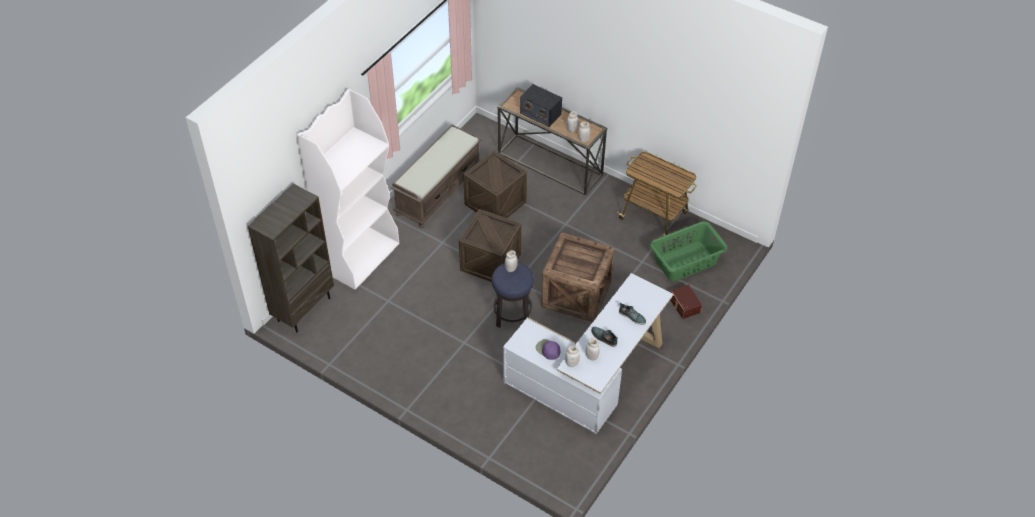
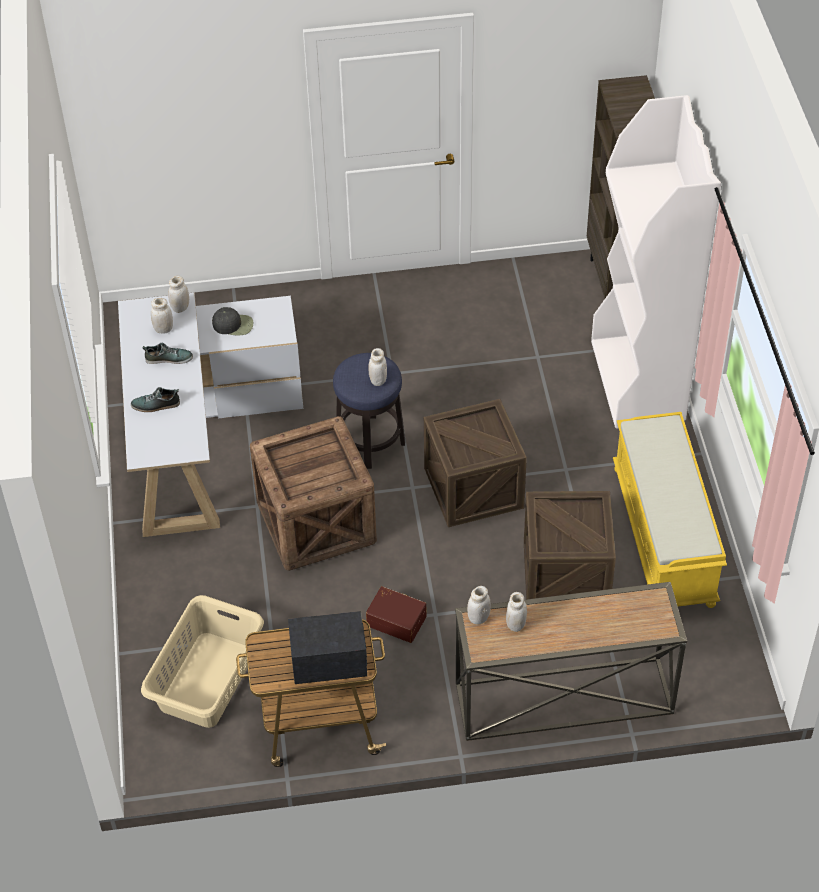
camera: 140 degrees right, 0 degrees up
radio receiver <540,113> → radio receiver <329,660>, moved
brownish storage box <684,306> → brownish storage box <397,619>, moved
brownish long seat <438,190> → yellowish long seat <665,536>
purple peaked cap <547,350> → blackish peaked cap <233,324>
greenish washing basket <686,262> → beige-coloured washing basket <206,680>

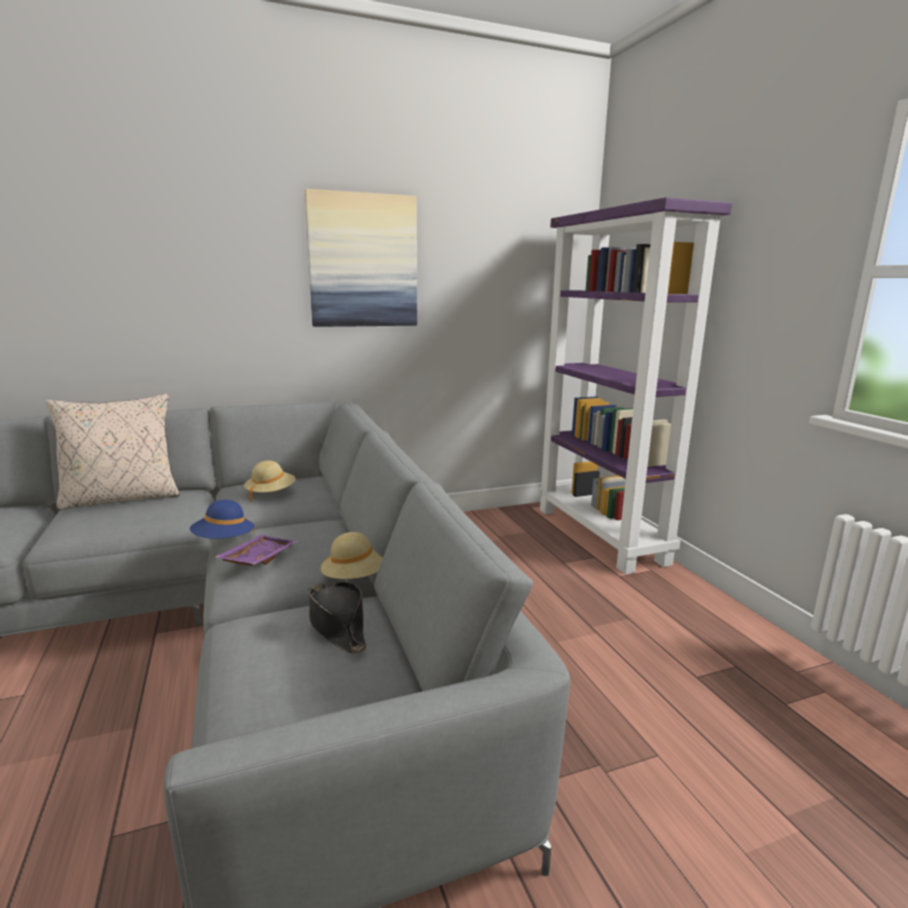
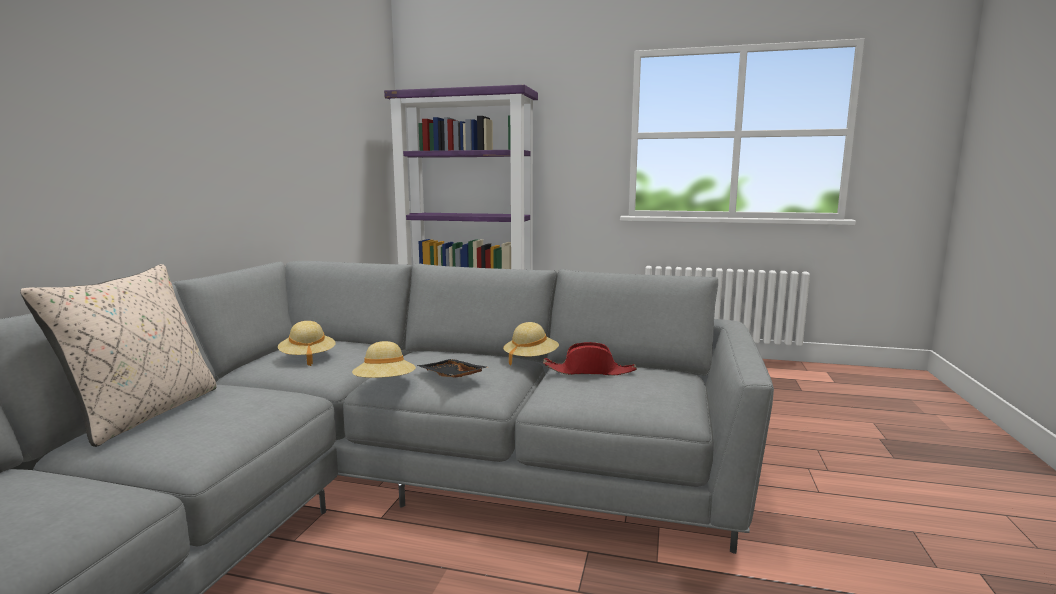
camera: 55 degrees left, 5 degrees down
wall art <363,261> → -
blue clothing hat <224,541> → beige-coloured clothing hat <385,384>
purple carrying tray <257,559> → blackish carrying tray <450,377>
blackish clothing hat <336,624> → red clothing hat <590,371>

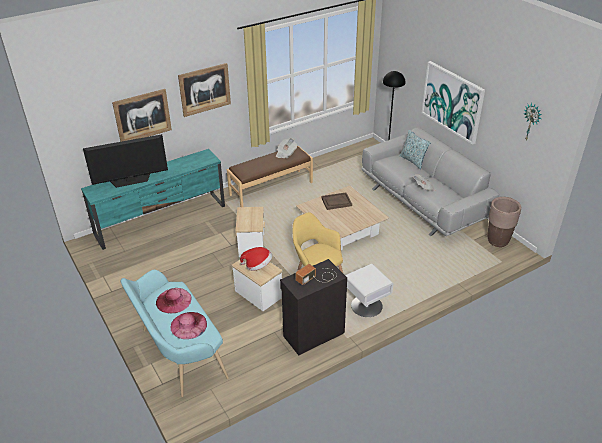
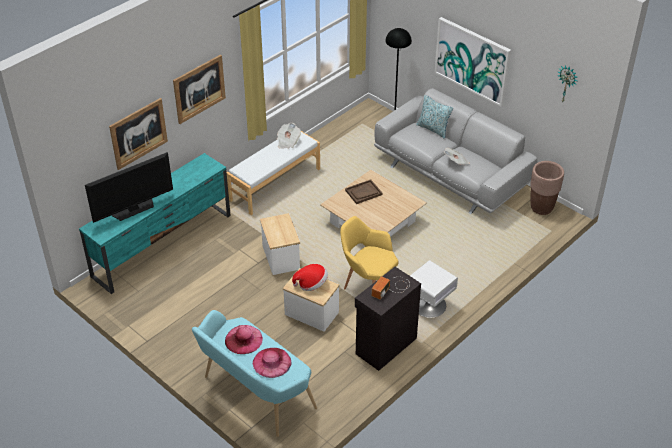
camera: 15 degrees left, 5 degrees up
brownish long seat <271,188> → white long seat <274,184>

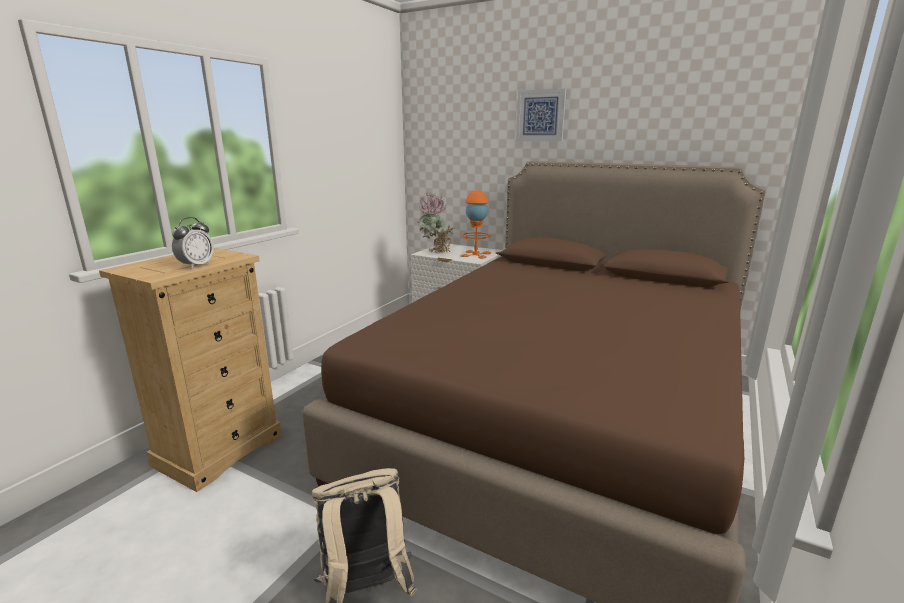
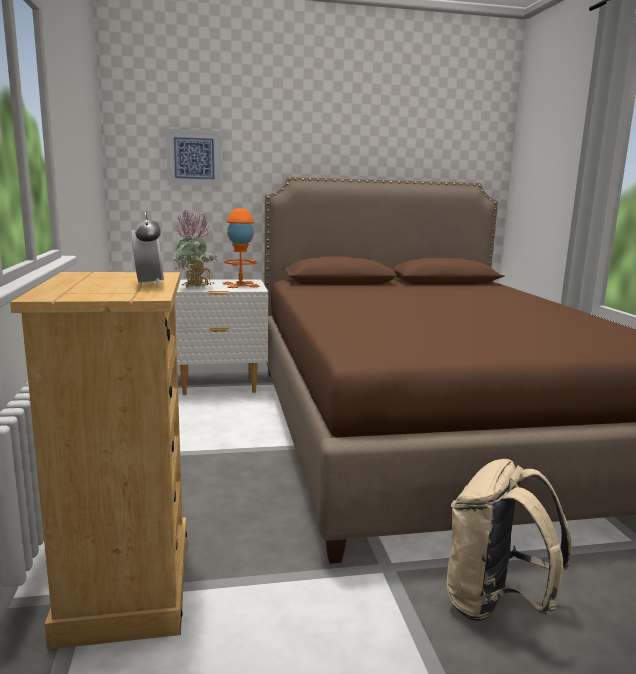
camera: 40 degrees left, 5 degrees down
wall art <540,116> → wall art <194,158>, moved

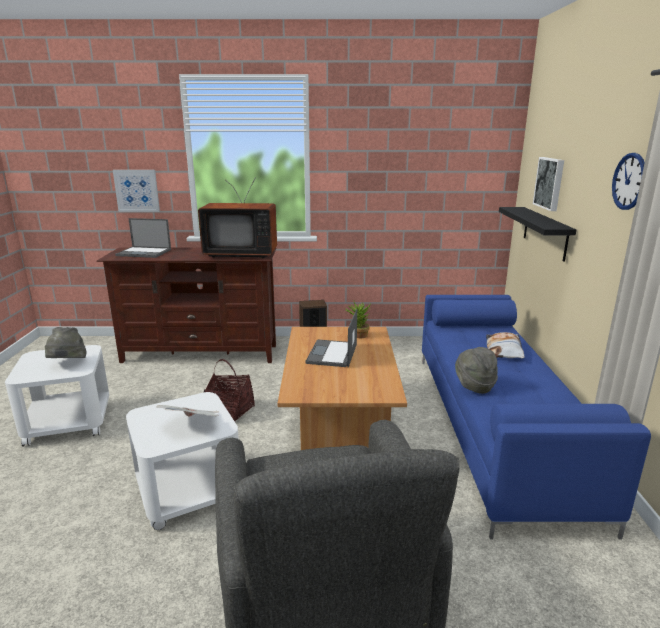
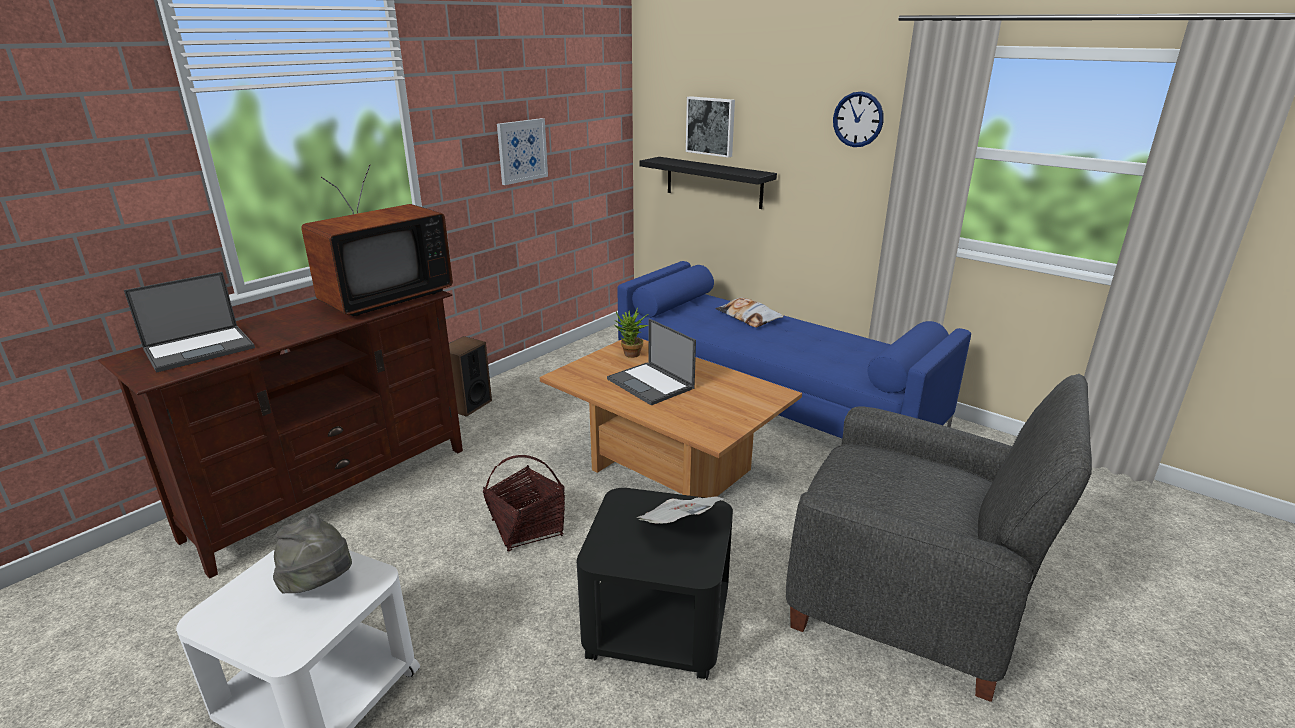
camera: 50 degrees left, 5 degrees up
gray clothing hat <474,386> → -
wall art <137,190> → wall art <522,151>, moved
white end table <188,491> → blackish end table <657,626>

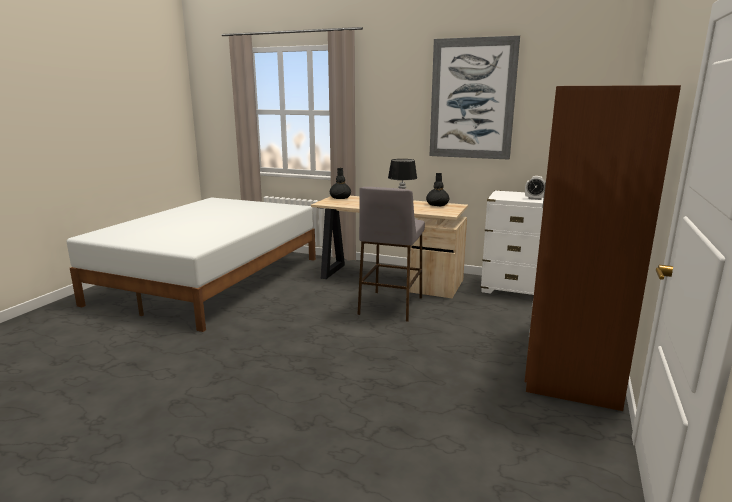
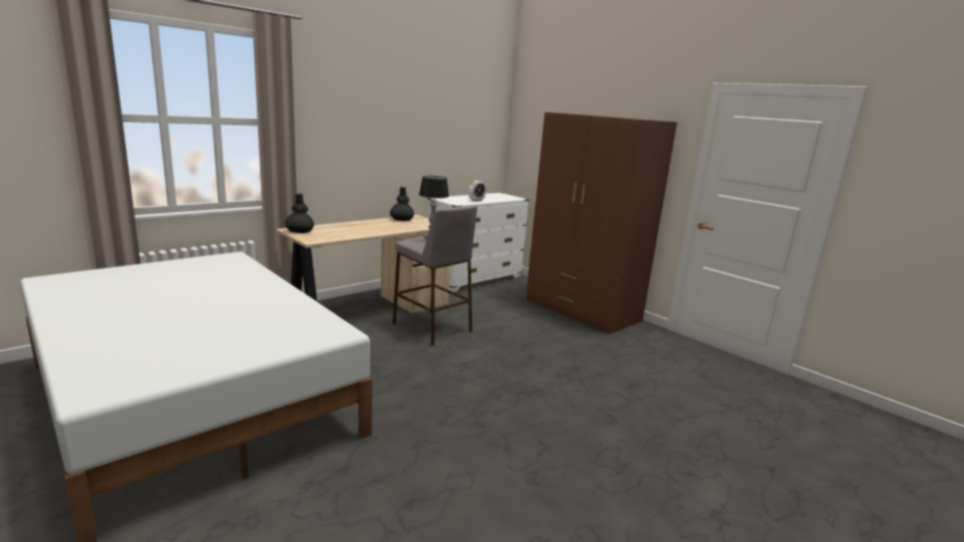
camera: 65 degrees left, 0 degrees up
wall art <472,99> → -

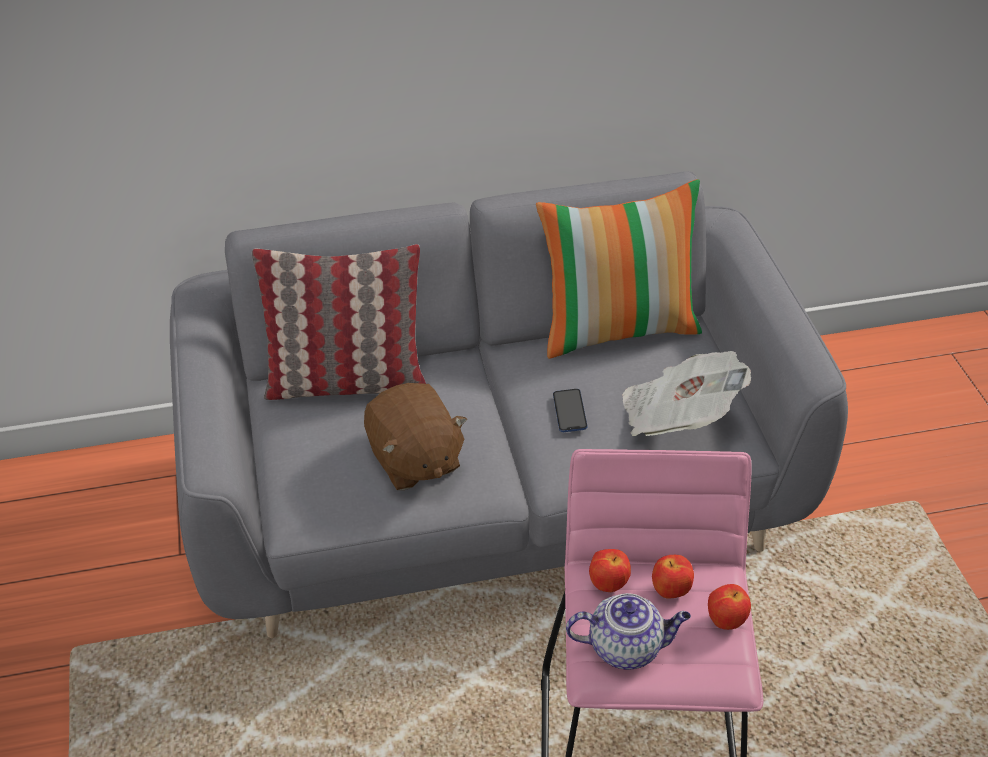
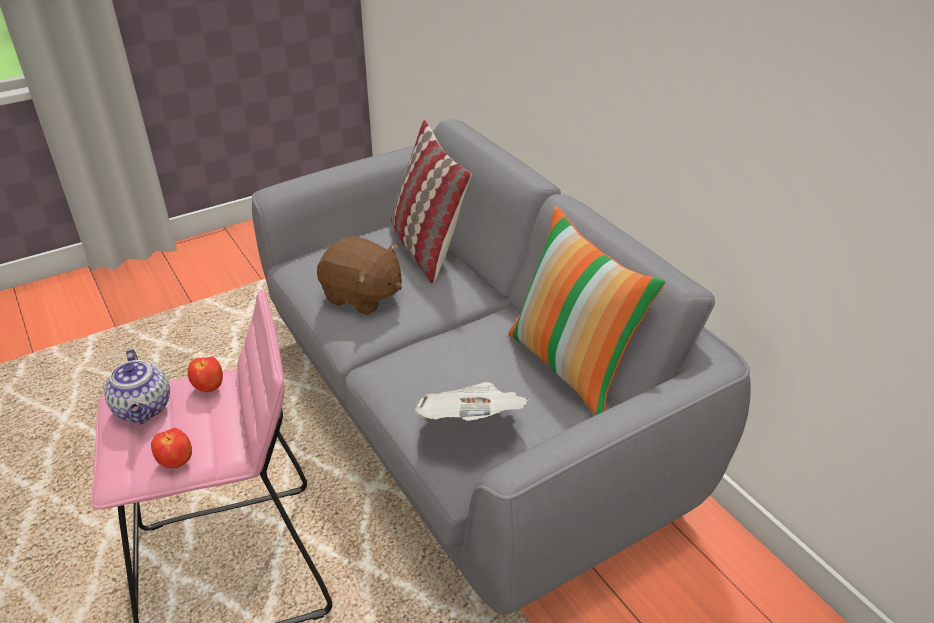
camera: 70 degrees right, 5 degrees down
handset <569,412> → -
apple fruit <670,592> → -
brownish plush toy <414,460> → brownish plush toy <362,296>, 105 degrees counterclockwise

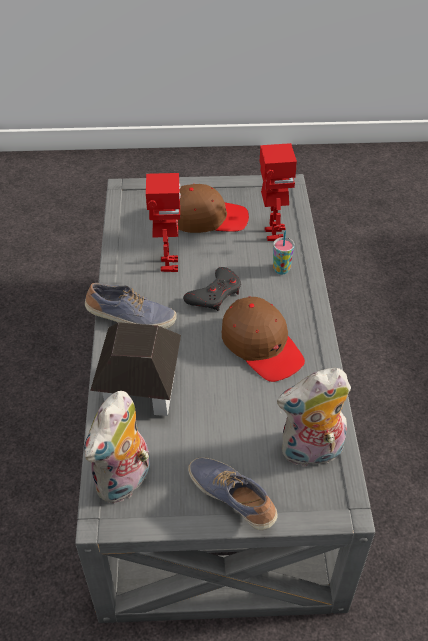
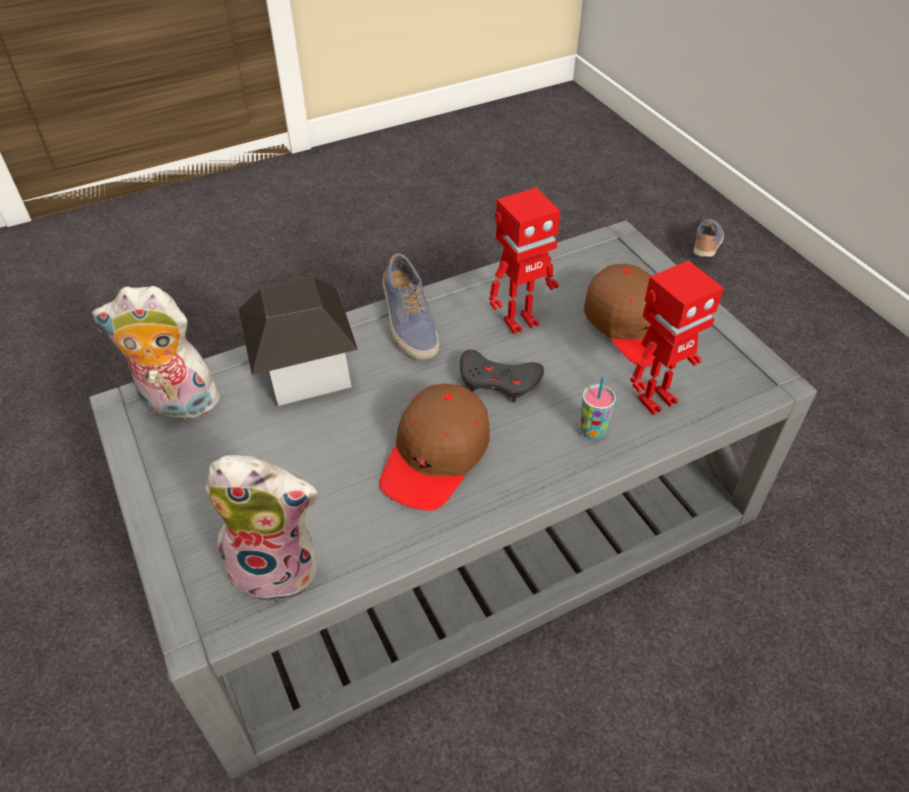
camera: 65 degrees right, 0 degrees up
item of footwear <232,497> → item of footwear <706,245>, moved
plush toy <311,453> → plush toy <278,566>, 135 degrees clockwise

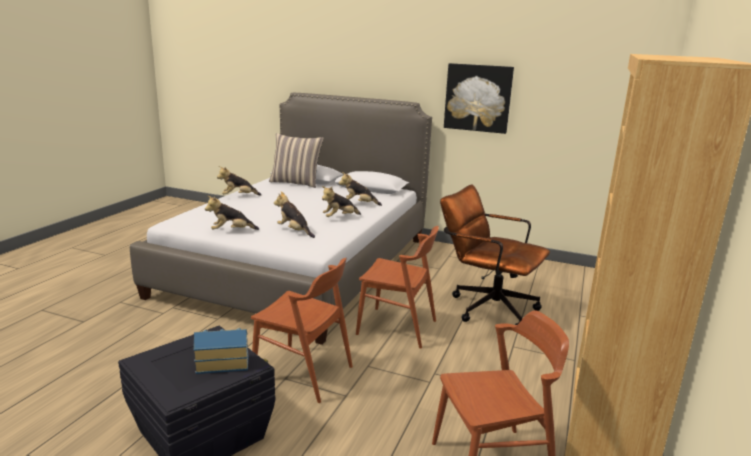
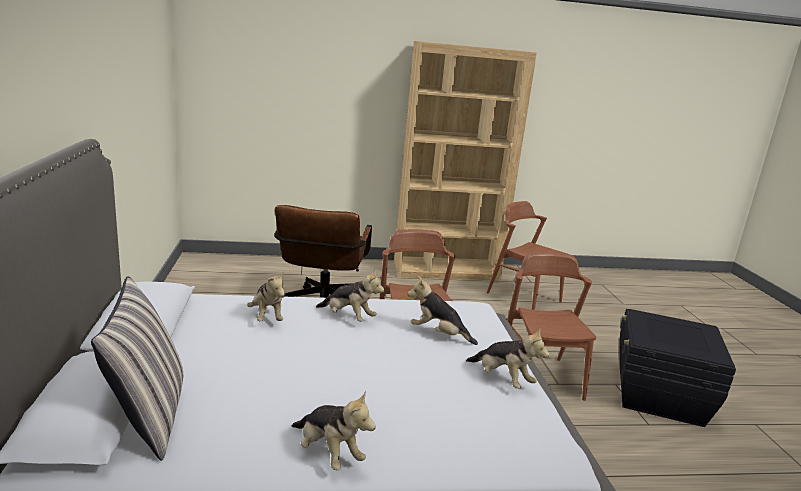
camera: 120 degrees left, 0 degrees up
toy house <222,363> → -
wall art <478,98> → -
plush toy <294,231> → plush toy <438,334>, 105 degrees clockwise

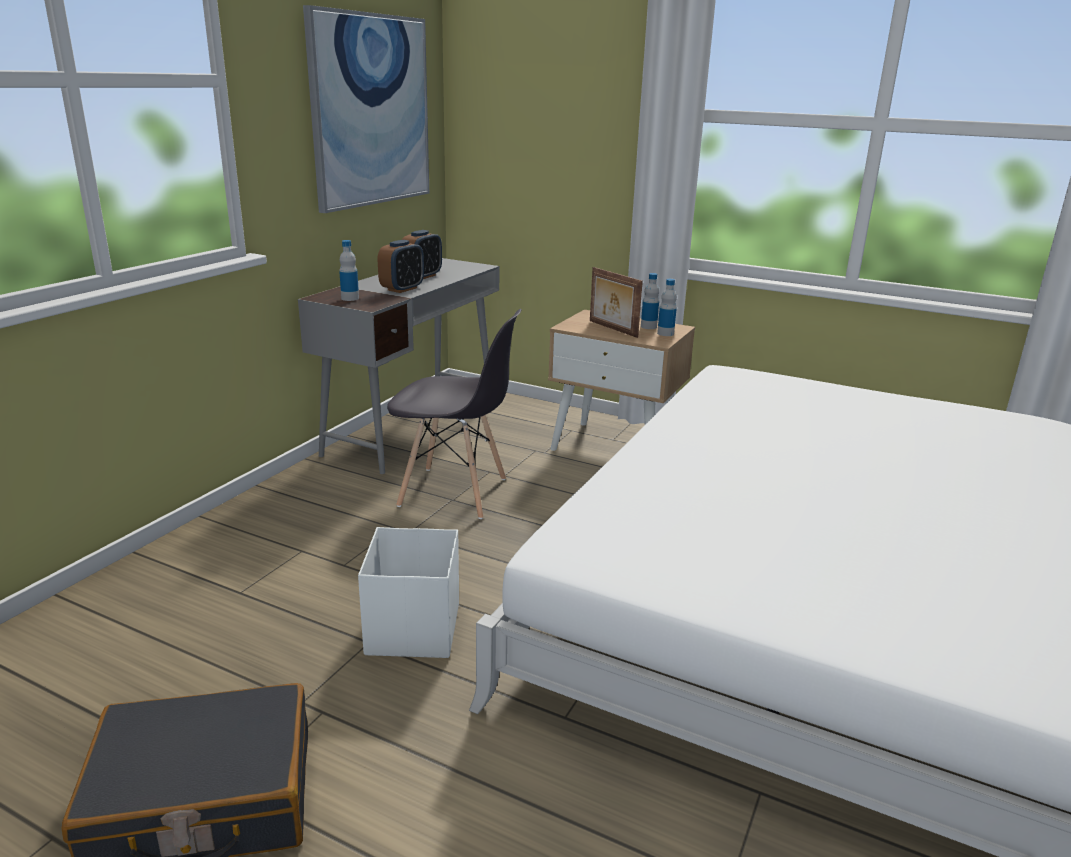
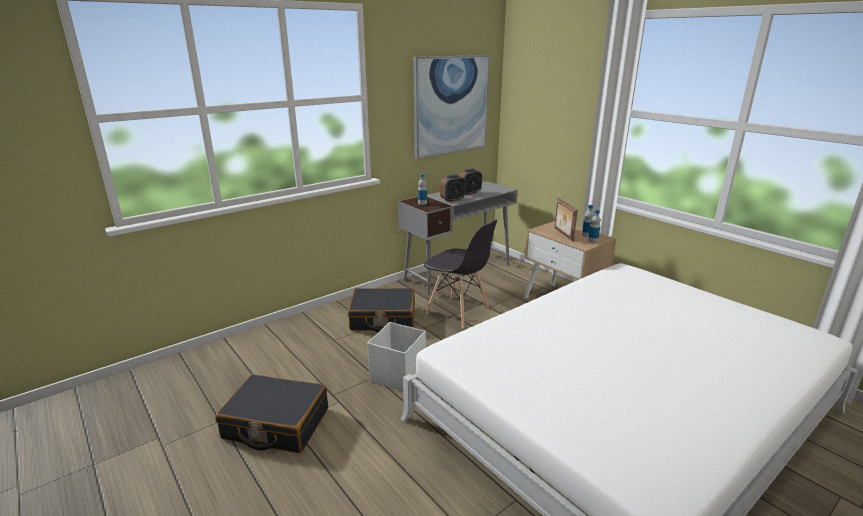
camera: 25 degrees right, 0 degrees up
- → blackish piece of luggage <383,319>

